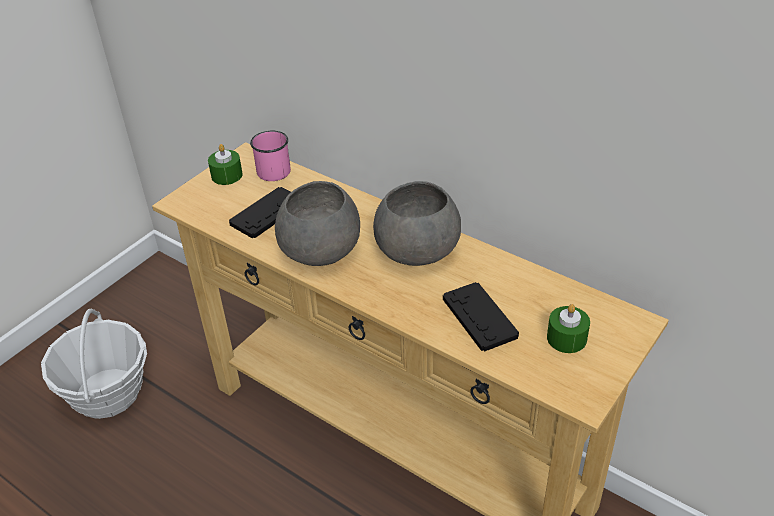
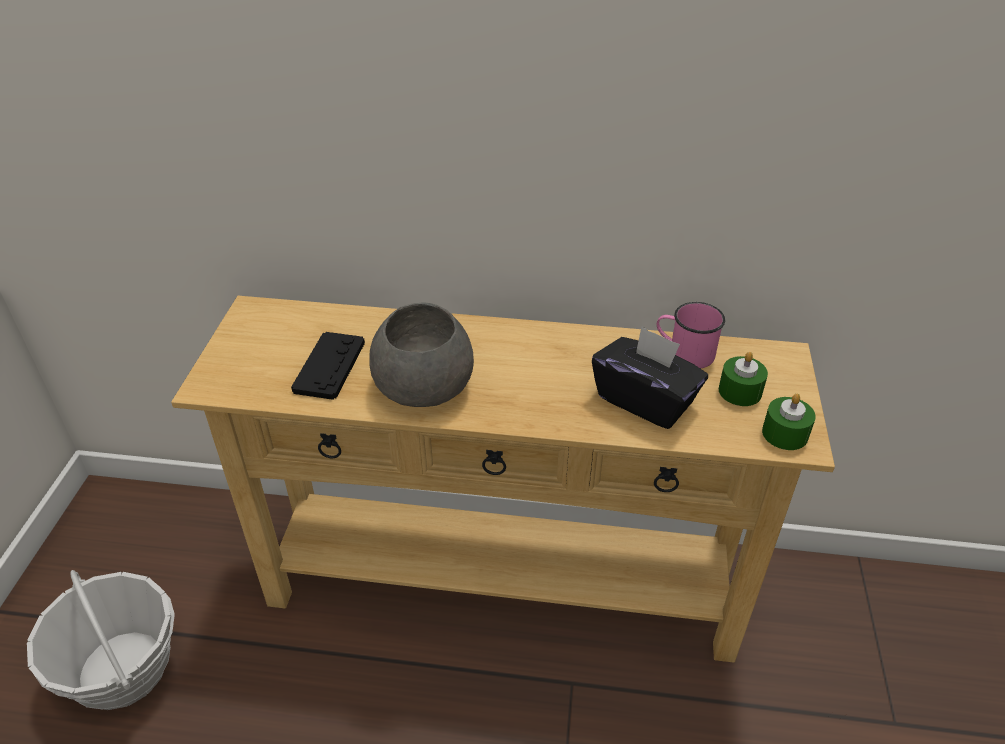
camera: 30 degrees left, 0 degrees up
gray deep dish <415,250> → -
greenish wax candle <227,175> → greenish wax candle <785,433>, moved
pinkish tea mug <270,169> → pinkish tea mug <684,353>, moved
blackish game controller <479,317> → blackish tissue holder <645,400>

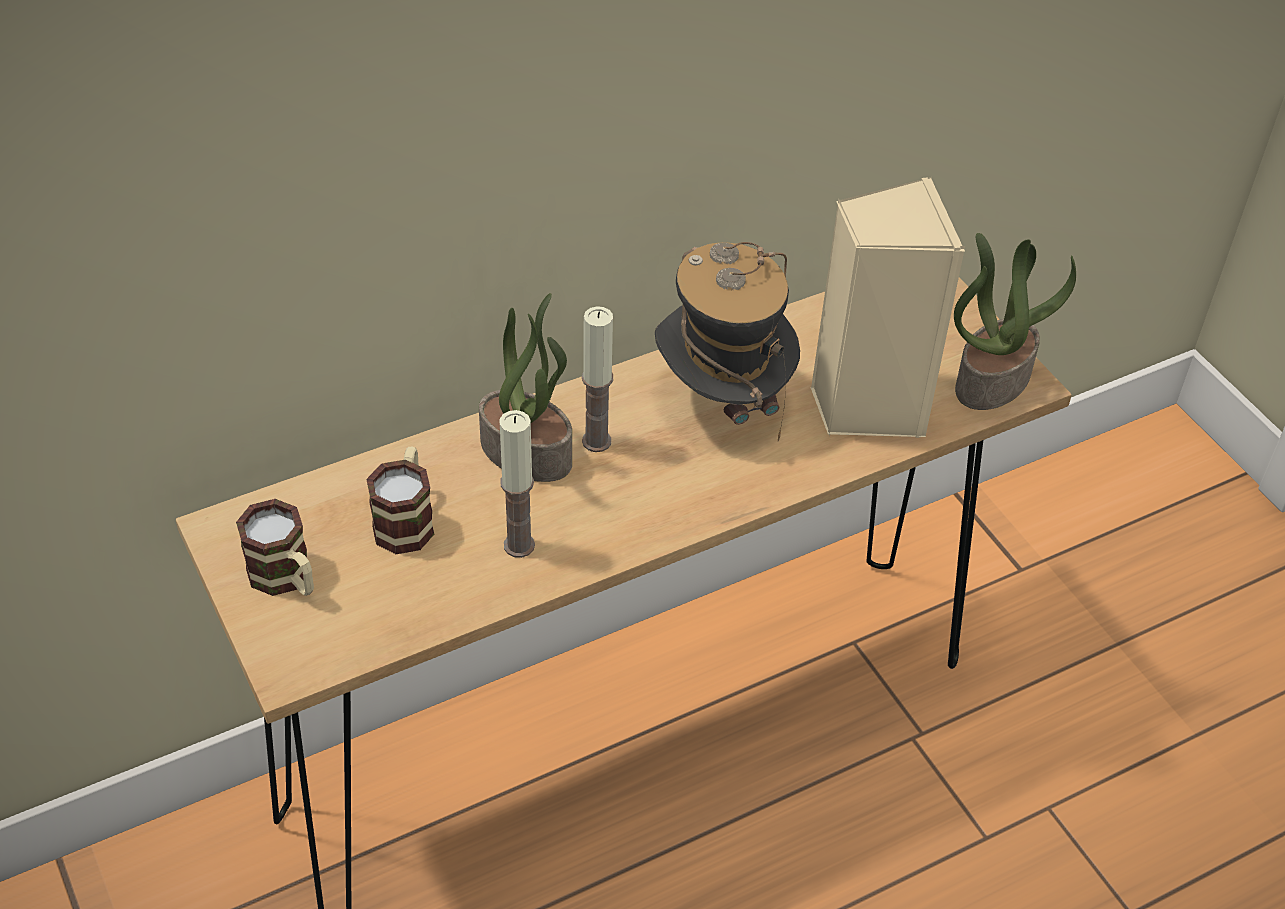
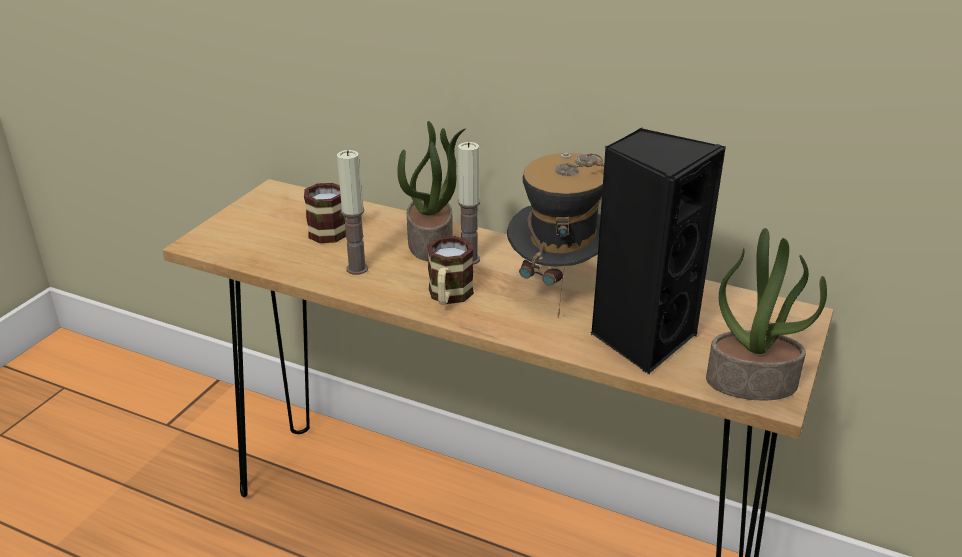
camera: 55 degrees right, 15 degrees down
tea mug <286,579> → tea mug <448,297>, moved
beige-coloured loudspeaker <866,405> → blackish loudspeaker <641,338>

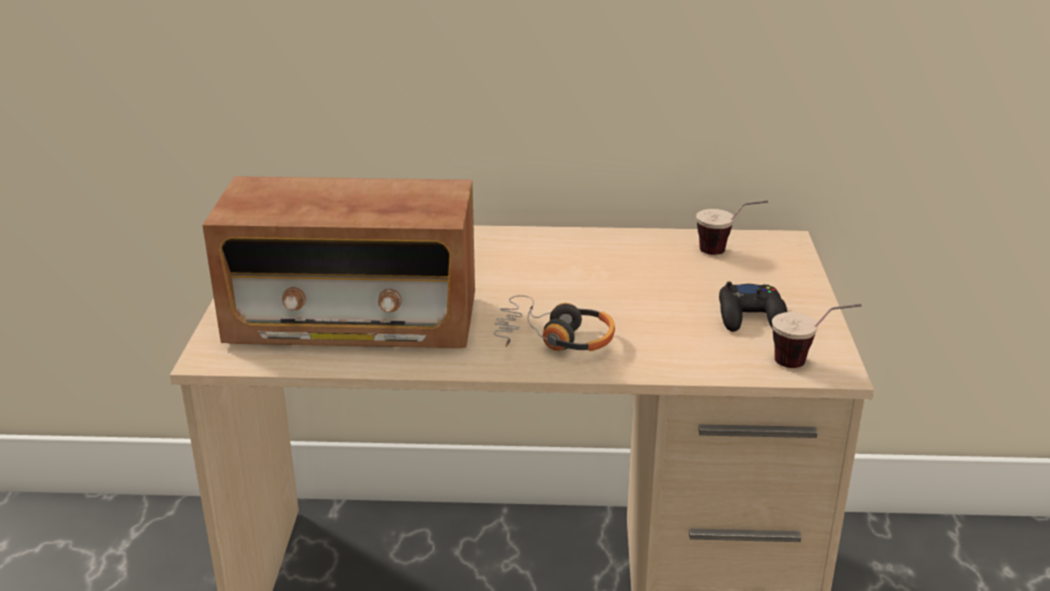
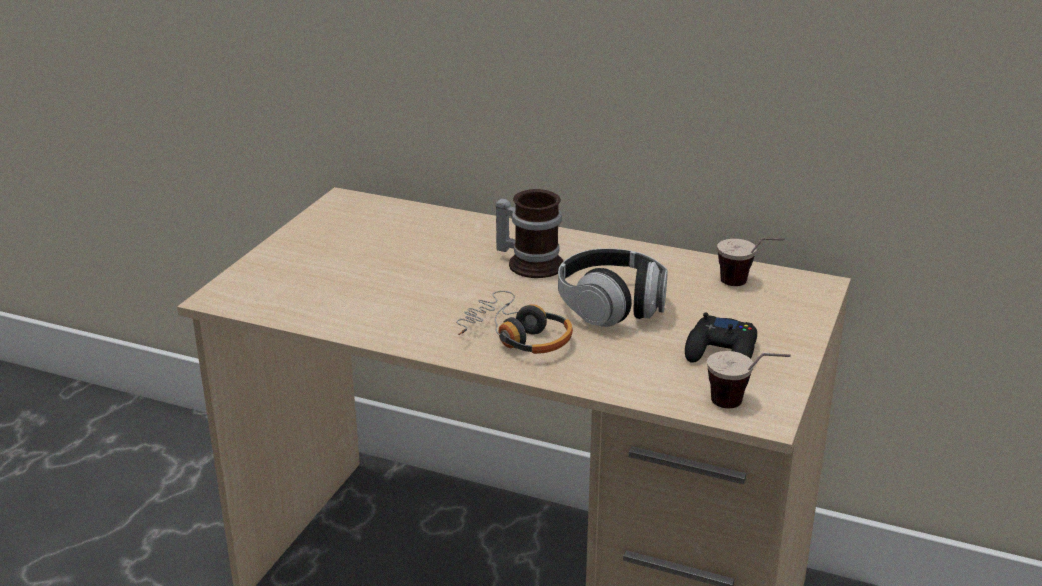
camera: 20 degrees right, 0 degrees up
radio receiver <353,321> → -
- → tea mug <531,263>
- → pair of headphones <611,306>

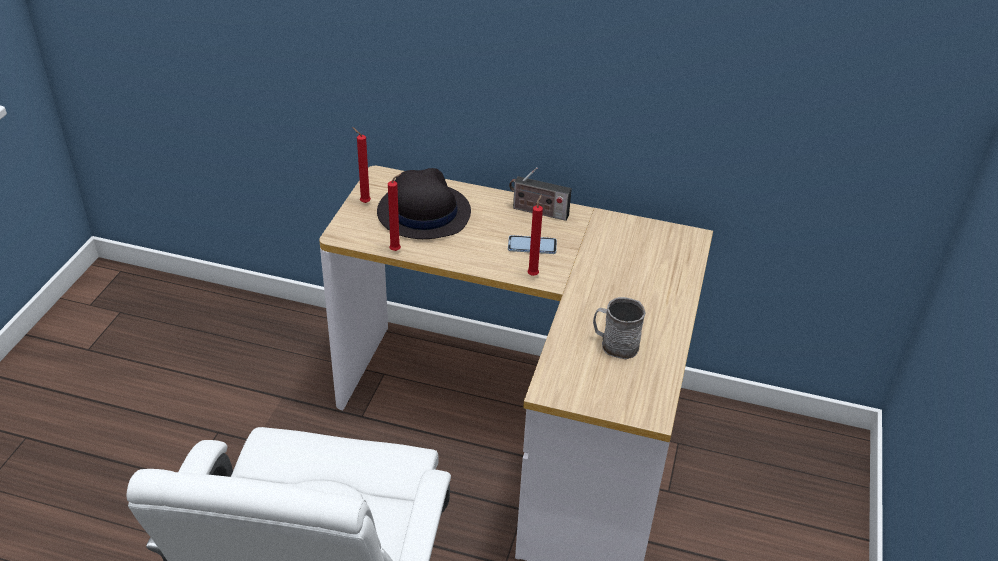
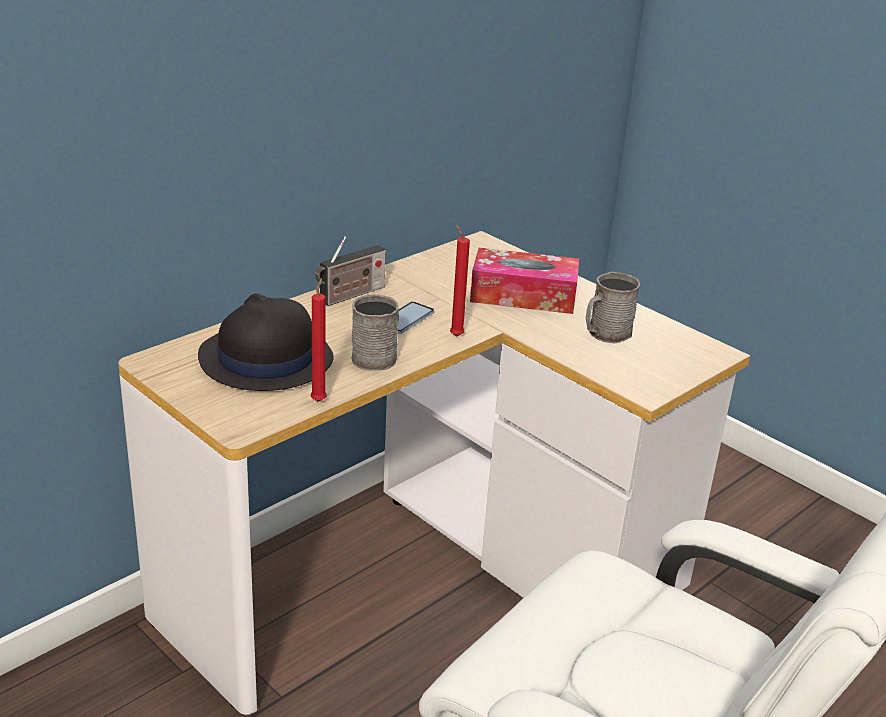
camera: 60 degrees left, 10 degrees down
red wax candle <363,202> → -
- → gray tea mug <378,356>
- → tissue holder <523,295>

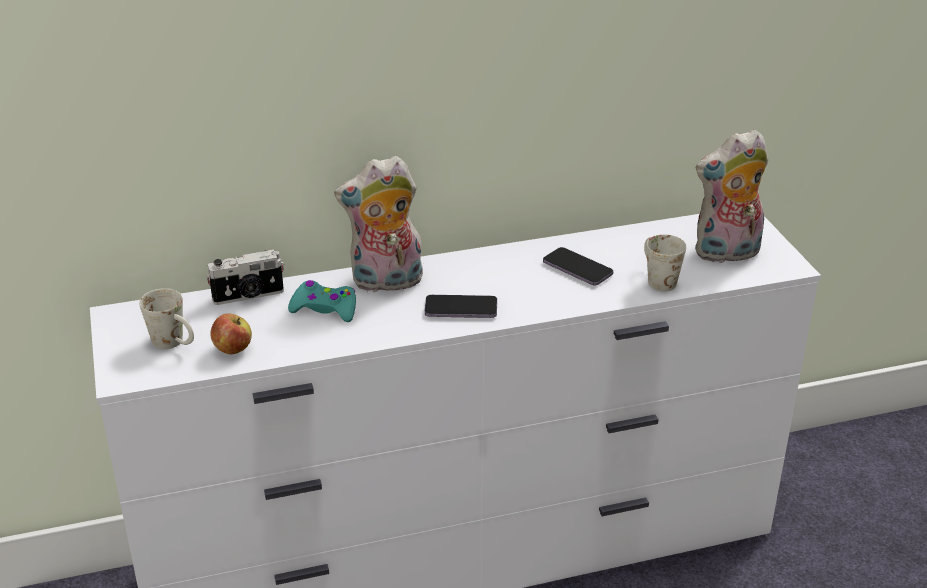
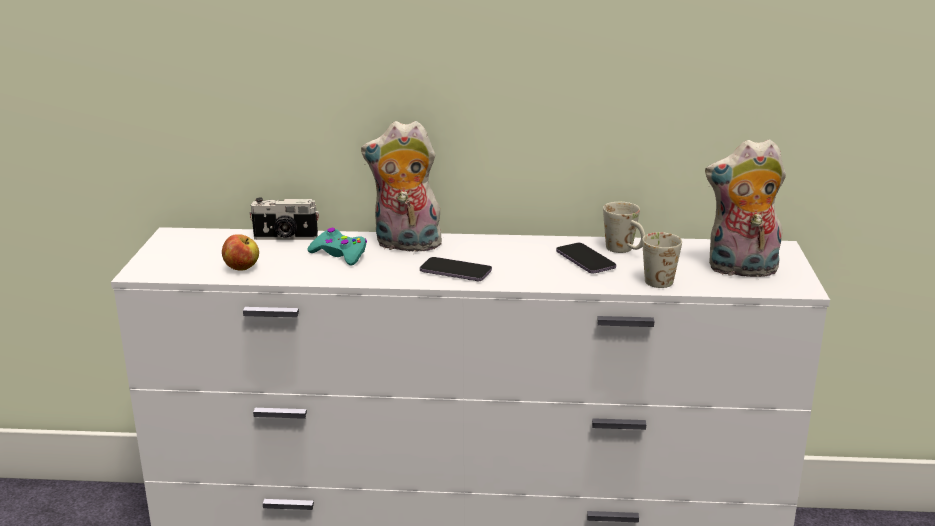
camera: 20 degrees right, 10 degrees down
white tea mug <175,344> → white tea mug <625,251>, moved

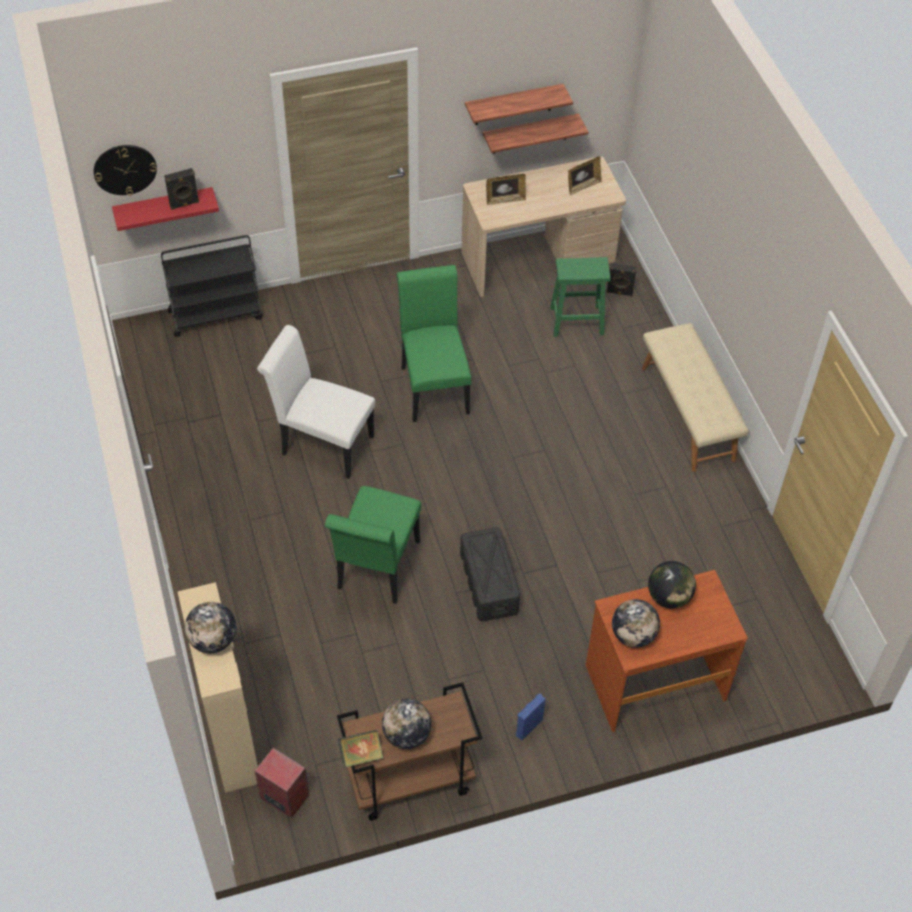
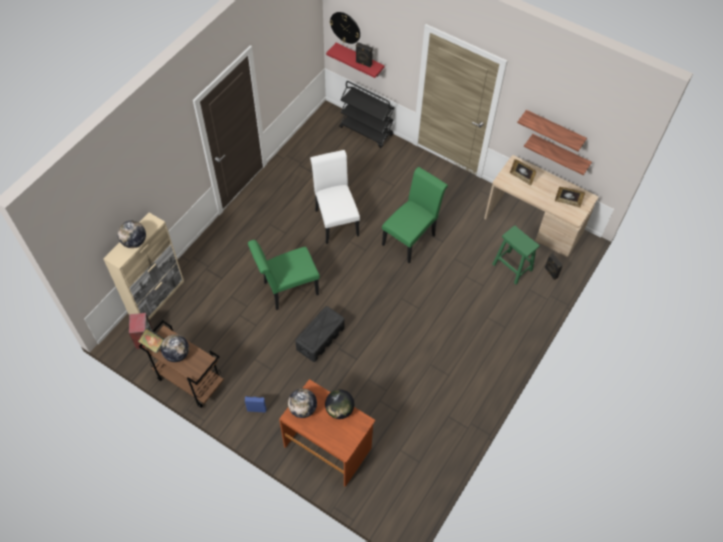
camera: 50 degrees right, 5 degrees up
beige-coloured long seat <688,413> → -

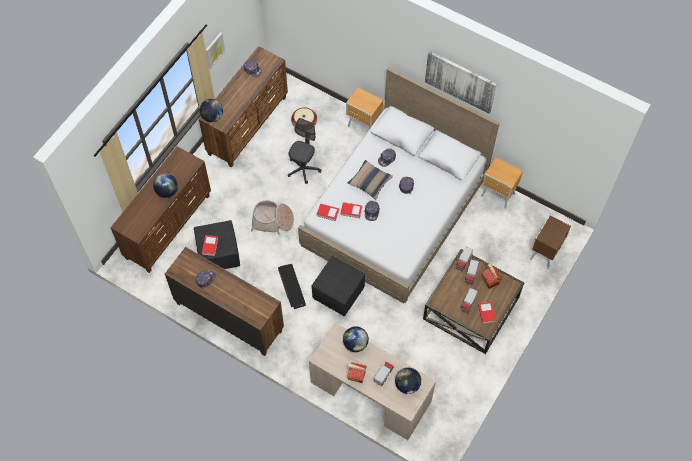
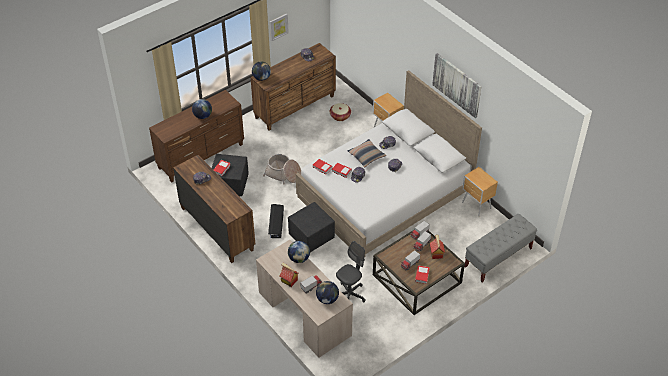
camera: 20 degrees right, 15 degrees down
gray desk chair <303,169> → gray desk chair <349,295>, moved
brownish nightstand <544,254> → gray long seat <498,258>

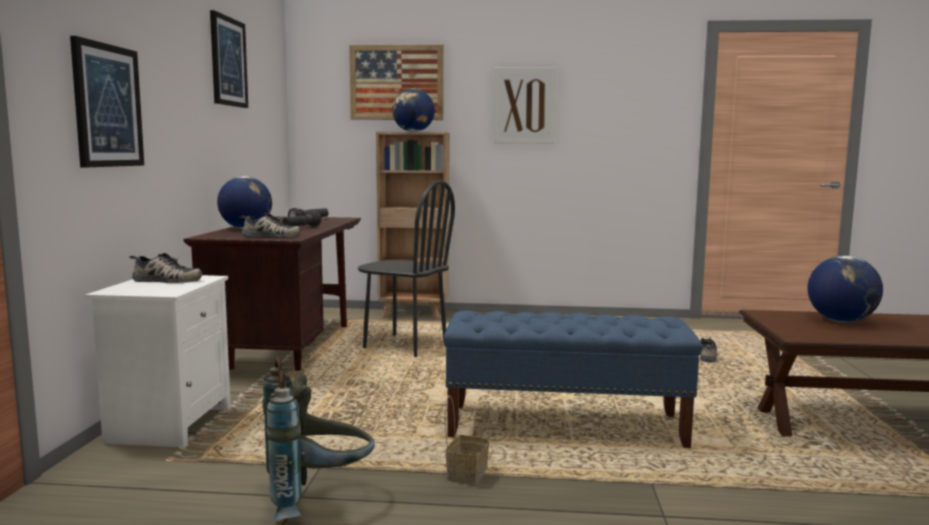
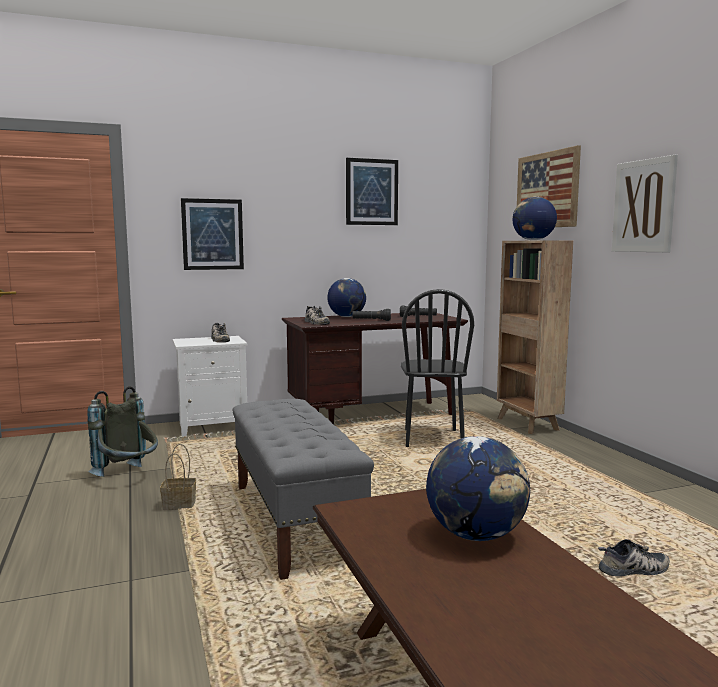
camera: 65 degrees right, 0 degrees up
blue long seat <565,426> → gray long seat <295,522>

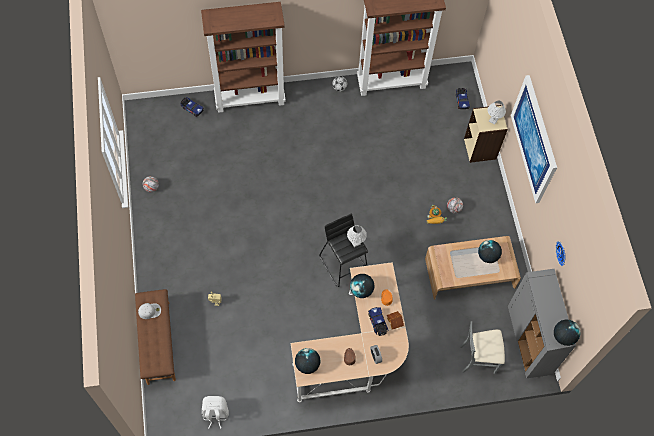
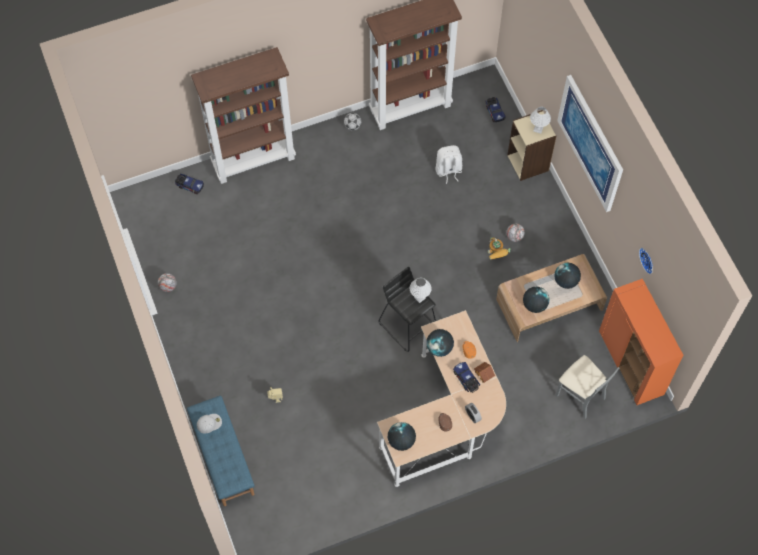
camera: 10 degrees left, 0 degrees up
white rucksack <215,414> → white rucksack <448,170>, moved
globe <563,336> → globe <534,305>, moved
brownish long seat <157,342> → blue long seat <223,457>
gray storage cabinet <529,340> → orange storage cabinet <631,363>
gray chair <478,358> → gray chair <580,395>, 120 degrees counterclockwise

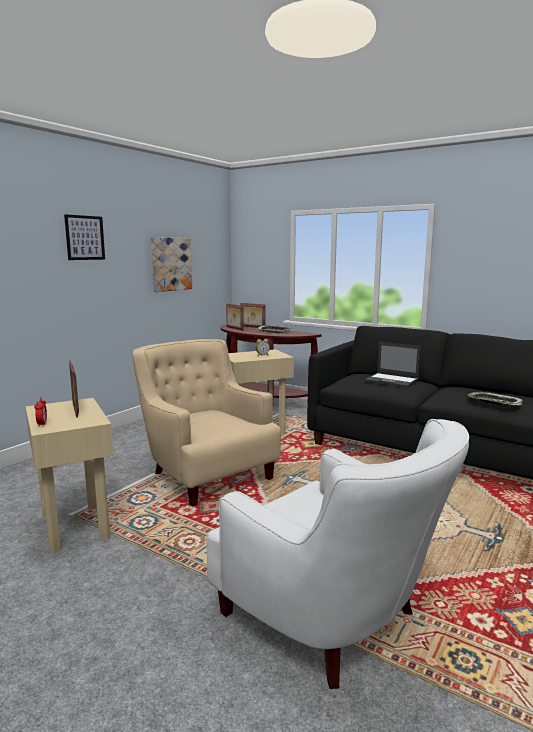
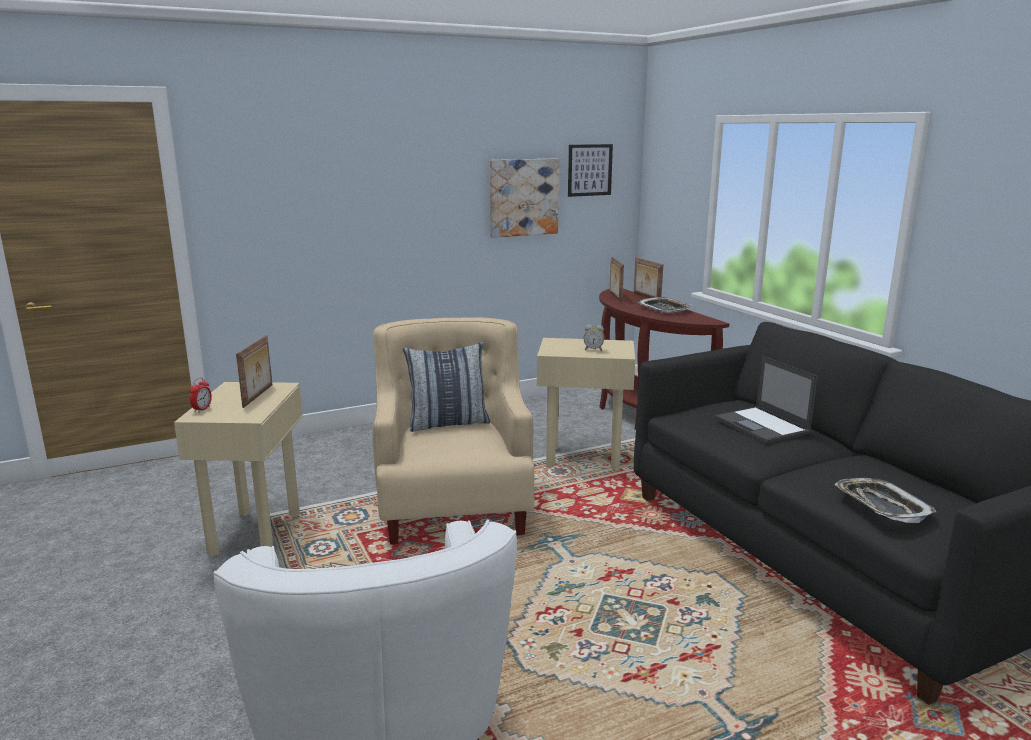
camera: 30 degrees right, 5 degrees up
- → cushion <448,423>
wall art <85,237> → wall art <589,170>, moved

